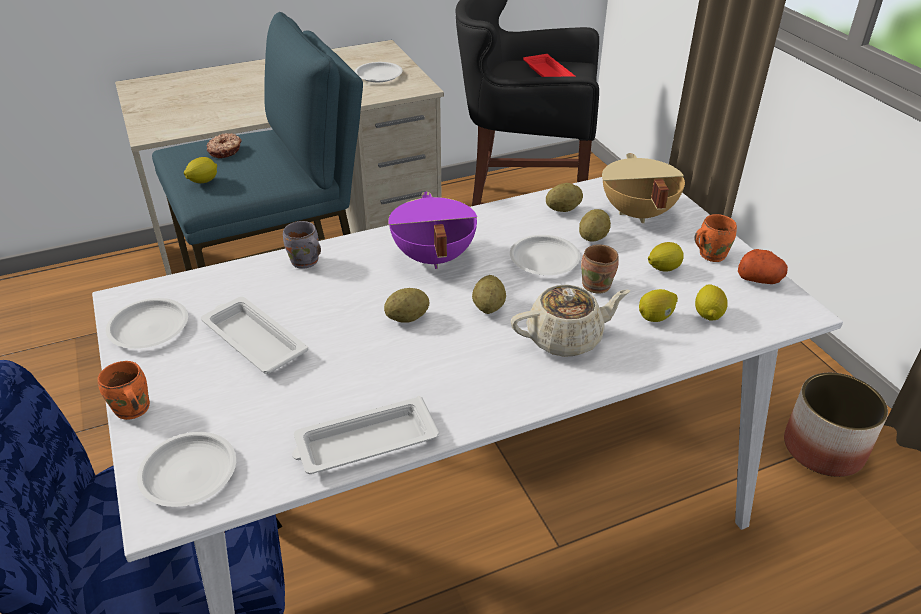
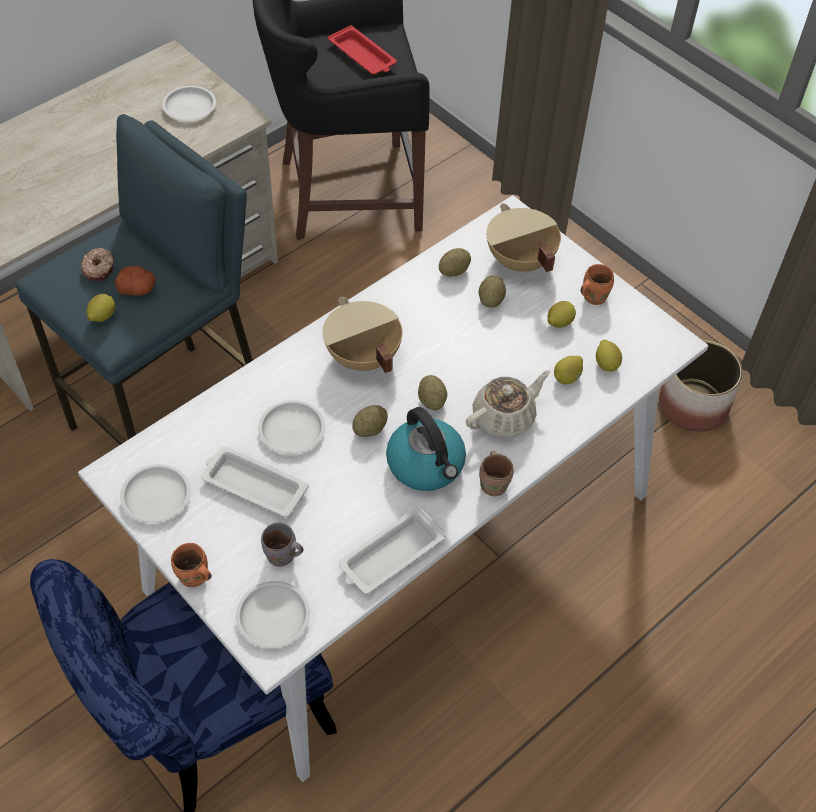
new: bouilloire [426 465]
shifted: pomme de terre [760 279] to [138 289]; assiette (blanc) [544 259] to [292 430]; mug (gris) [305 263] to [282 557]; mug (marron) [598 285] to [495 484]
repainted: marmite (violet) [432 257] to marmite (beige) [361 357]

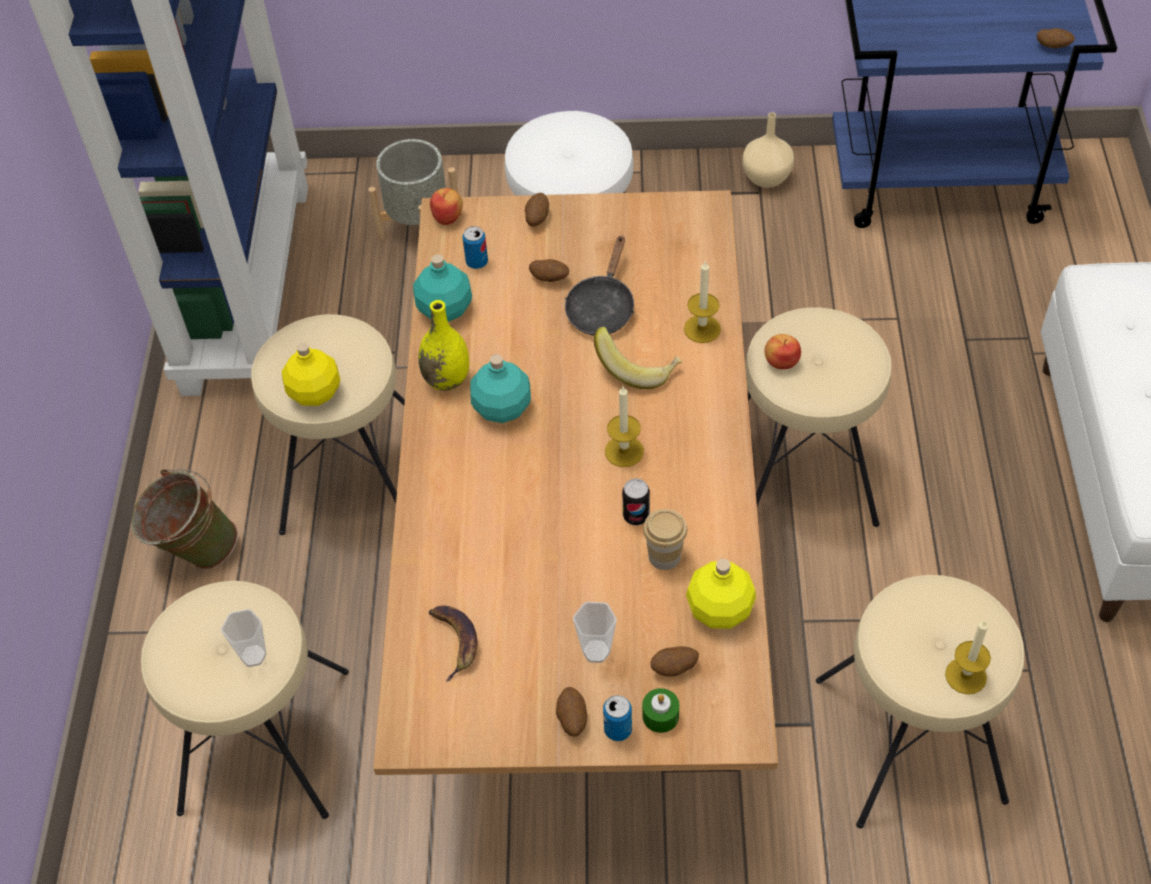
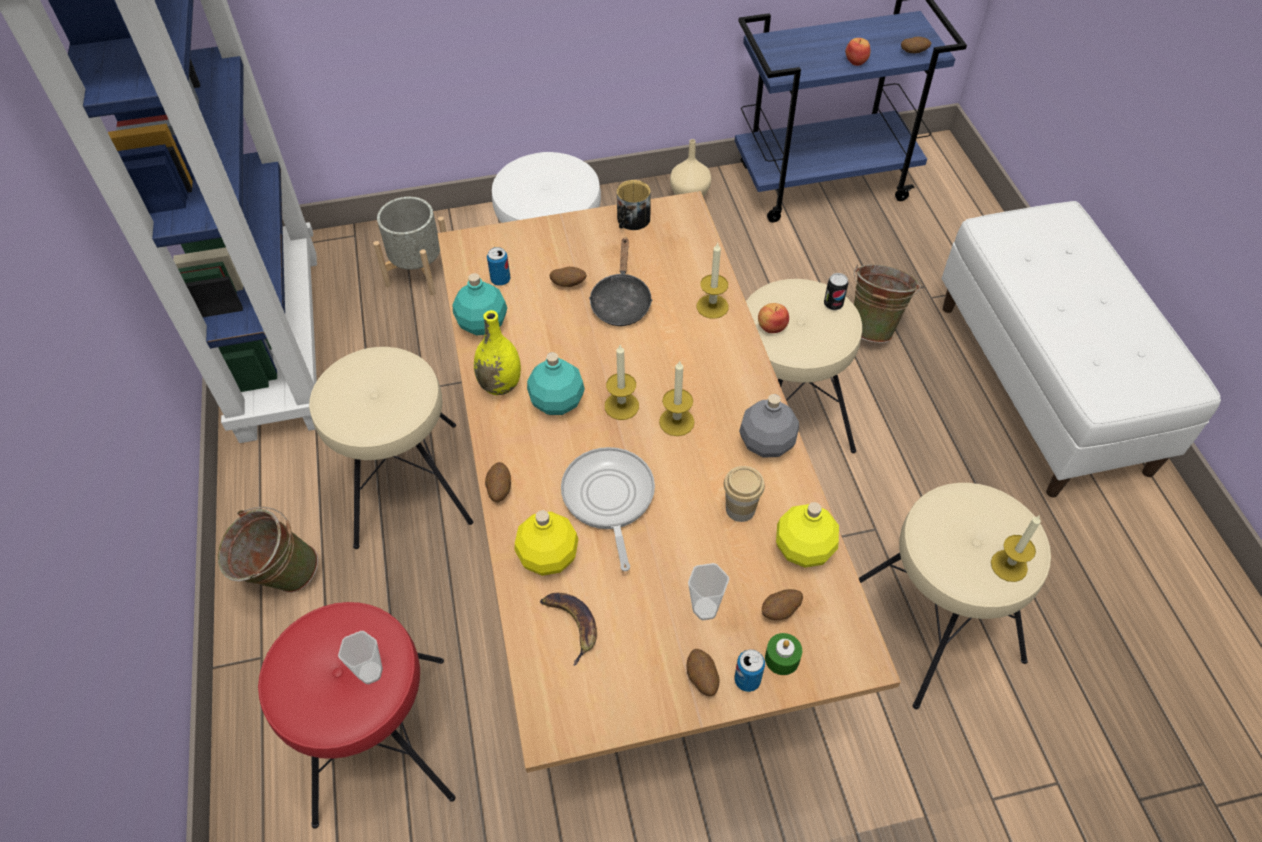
gone: banane [637 368]
new: poêle [608 499]; bougie [621 406]; mug [631 221]; bouteille (gris) [765 443]; seau (vert) [874 326]
shifted: pomme de terre [537 218] to [499 489]; bouteille (jaune) [315 392] to [549 556]; boîte métallique [636 516] to [833 304]; pomme [448 217] to [856 61]
repainted: tabouret (beige) [262 740] to tabouret (rouge) [378 739]

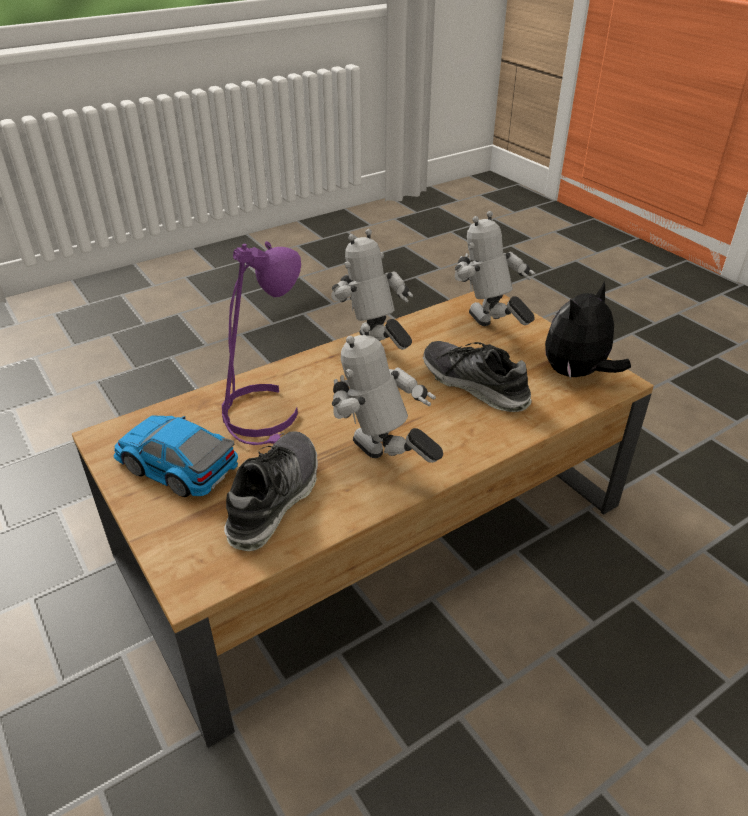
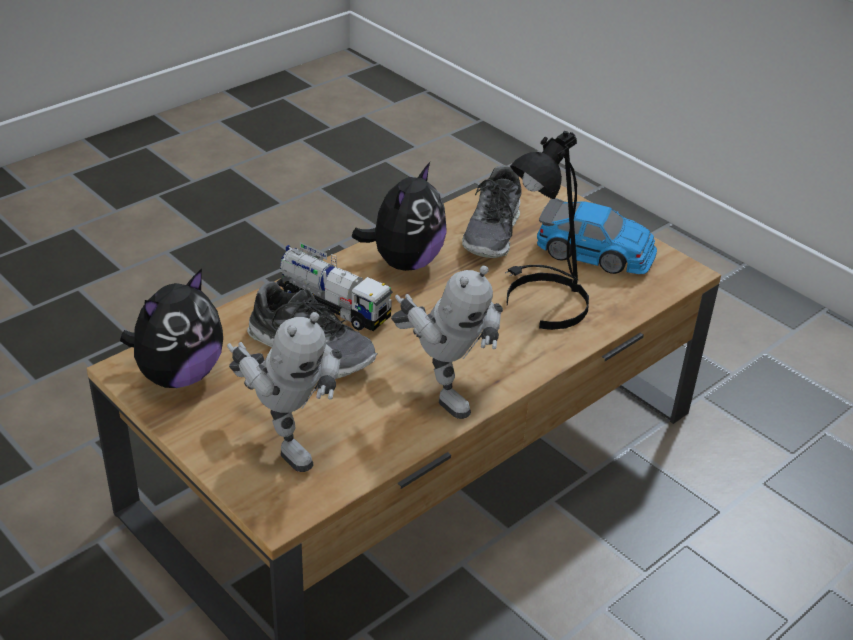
new: camion jouet [333 306]
swapped: robot jouet [382 465] to peluche [404 262]
repainted: lampe de table (violet) [263 415] to lampe de table (noir) [542 301]

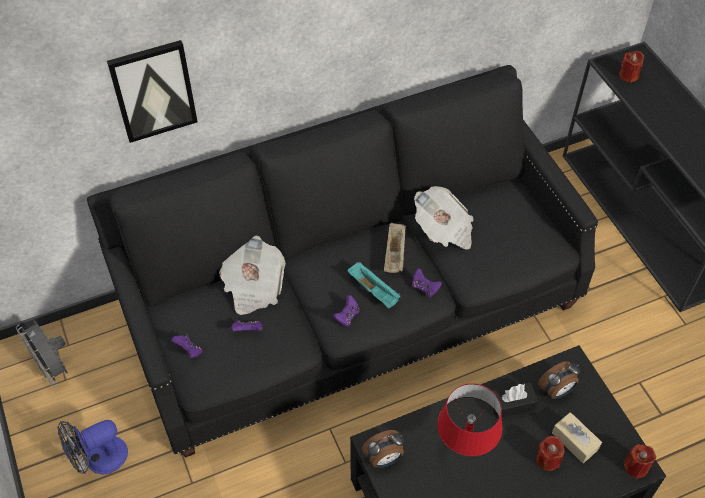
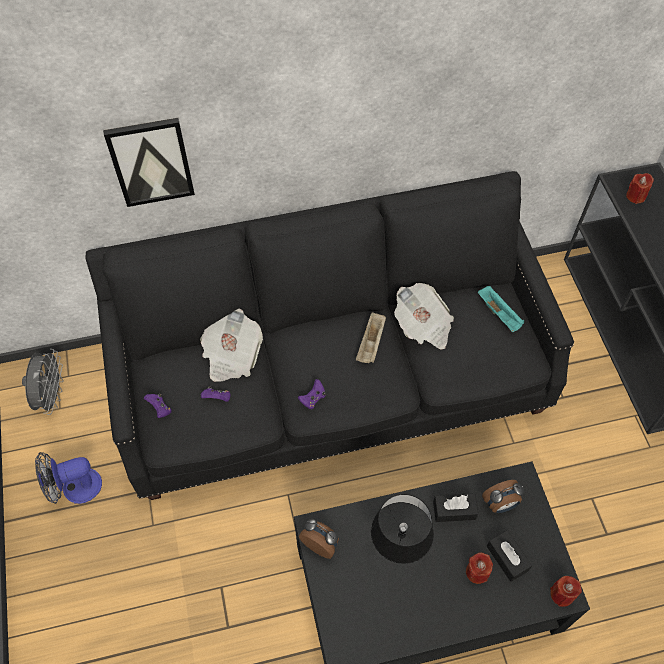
gone: manette (violet) [425 288]
shifted: plateau (turquoise) [374 291] to [499 314]
repainted: lampe de table (rouge) [464 450] to lampe de table (noir) [398 548]; boîte à mouchoirs (beige) [574 441] to boîte à mouchoirs (noir) [507 558]
rotated: ventilateur (gris) [54 368] = [51 396] 150 degrees counterclockwise; réveil [384 459] = [320 544] 135 degrees counterclockwise

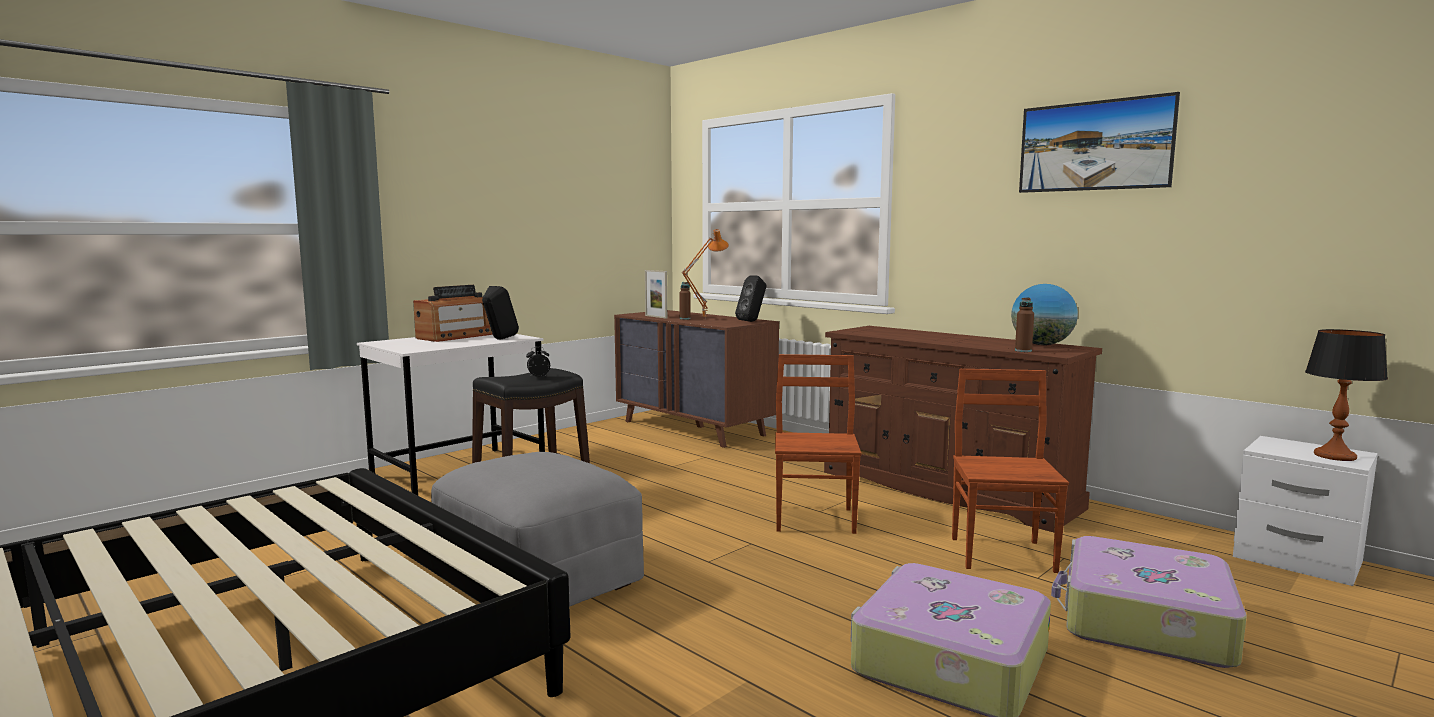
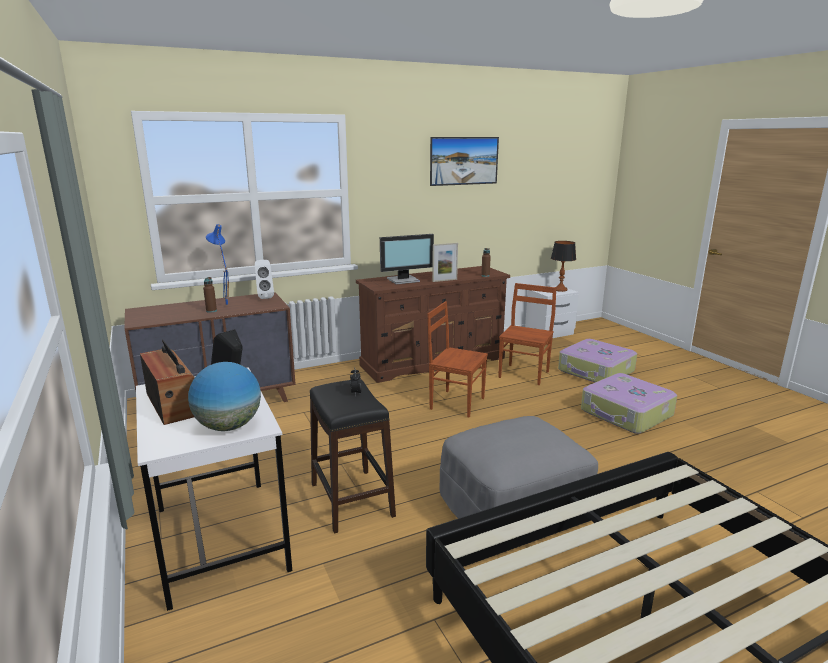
new: écran d'ordinateur [404 280]
shifted: globe [1041 344] to [228 426]; cadre photo [656 317] to [444 280]
repainted: lampe de table (orange) [703 319] to lampe de table (bleu) [225 306]; enceinte (noir) [752 321] to enceinte (blanc) [265 297]
rotated: chaise (marron) [1003 554] = [525 374] 90 degrees clockwise

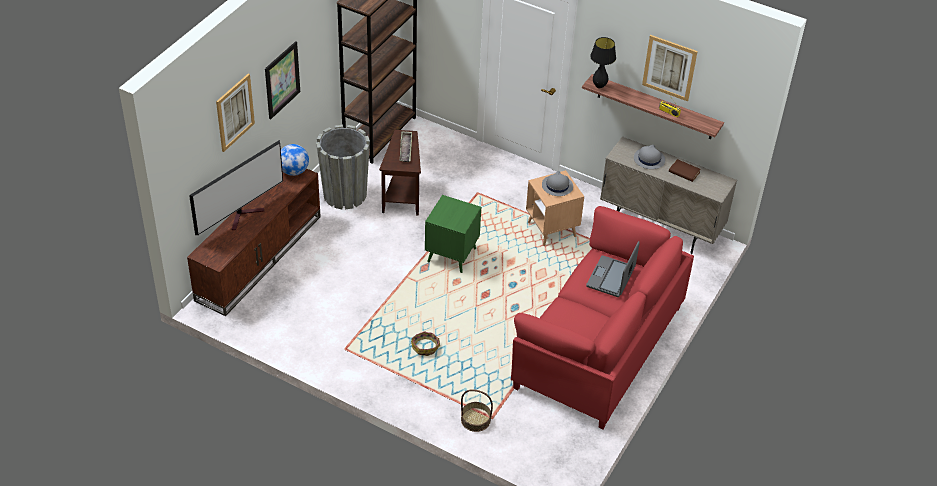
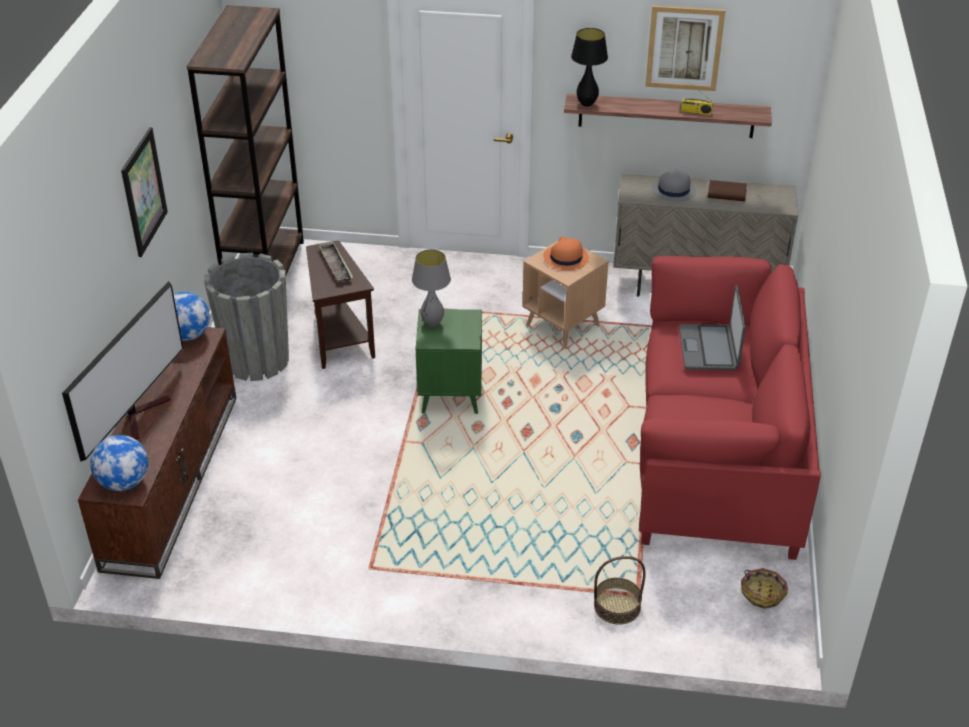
gone: tableau [235 112]
new: globe [124 482]; lampe de table (gris) [432 323]
shifted: panier [425 347] to [762 593]
repainted: chapeau (gris) [557 186] to chapeau (orange) [565 258]

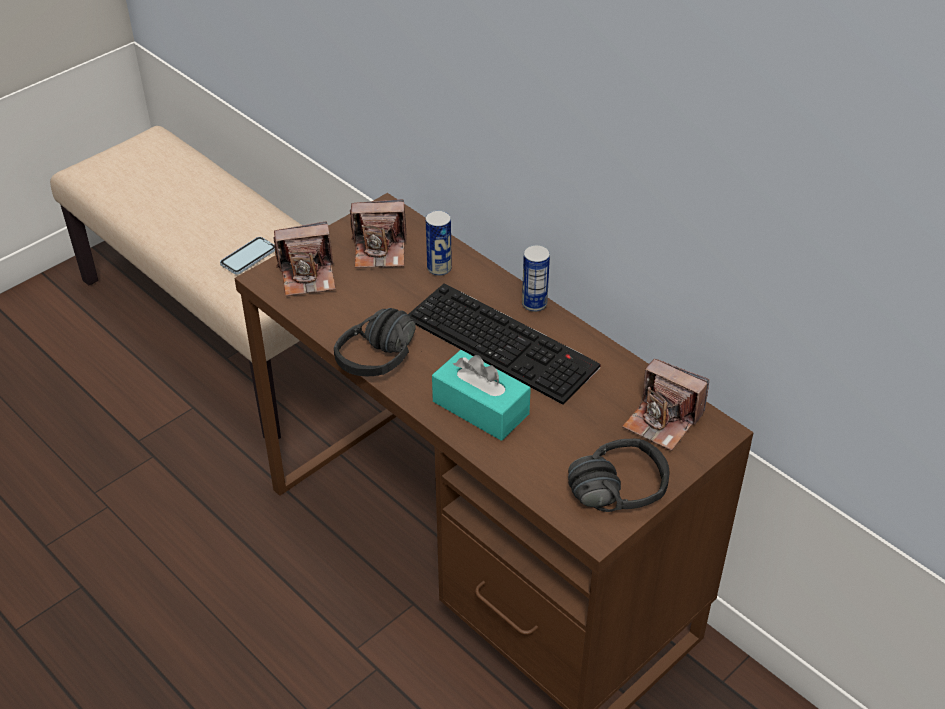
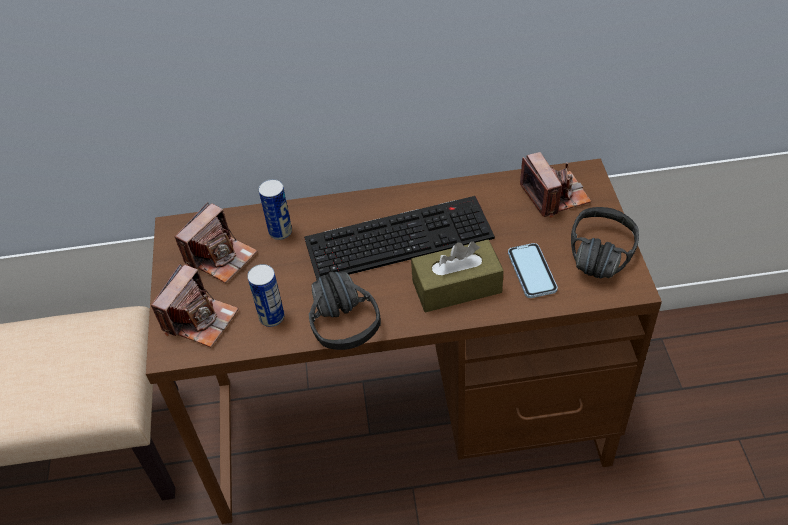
shifted: boîte métallique [534 304] to [272 317]; téléphone [248 257] to [532 272]
repainted: boîte à mouchoirs (turquoise) [480 408] to boîte à mouchoirs (marron) [456 287]
rotated: appareil photo [663 421] = [554 195] 90 degrees counterclockwise

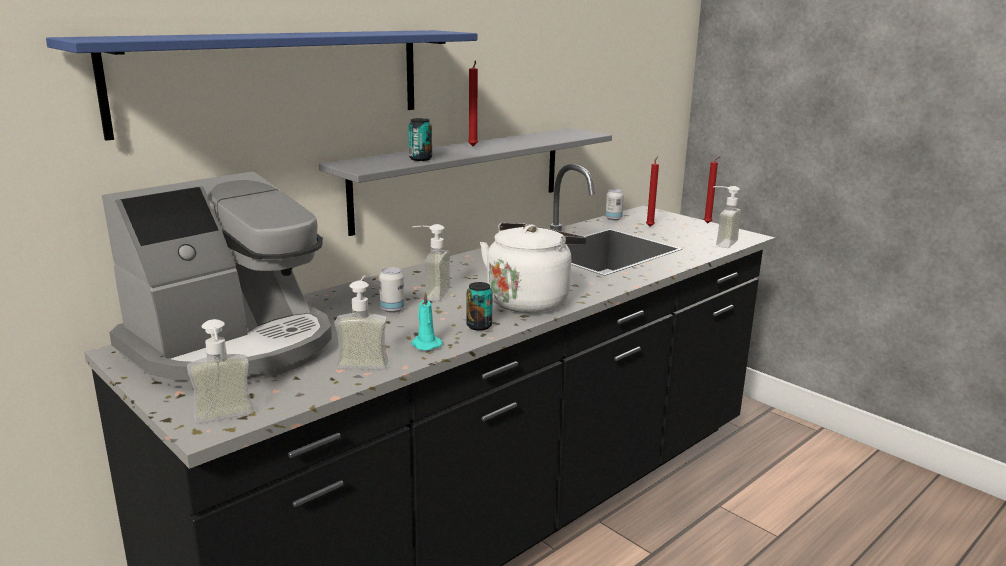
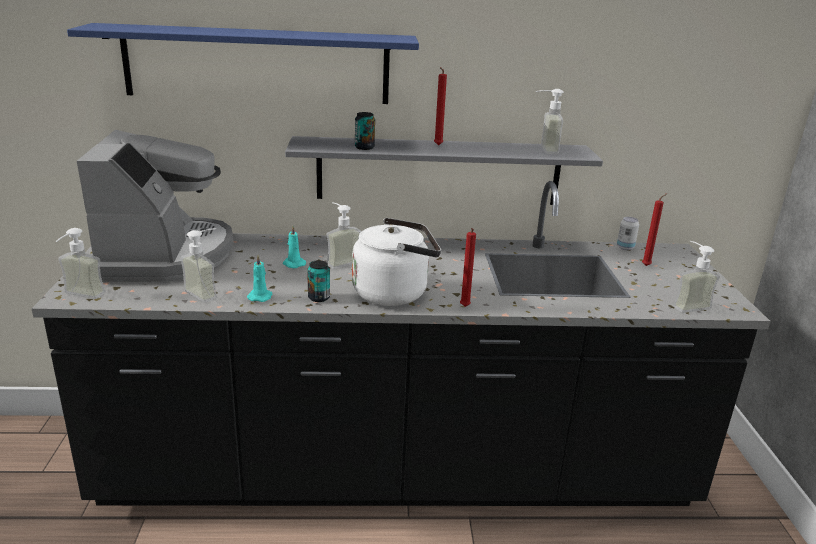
new: distributeur de savon [542 149]
shifted: bougie (rouge) [708 223] to [464 307]
swapped: boîte métallique [392 309] to bougie (turquoise) [293 264]
rotated: machine à café [233 347] = [165 255] 90 degrees counterclockwise

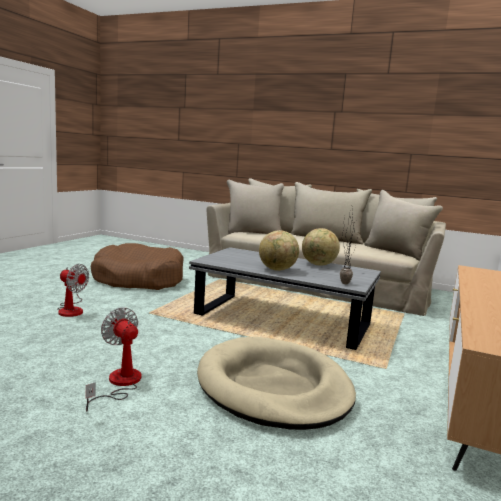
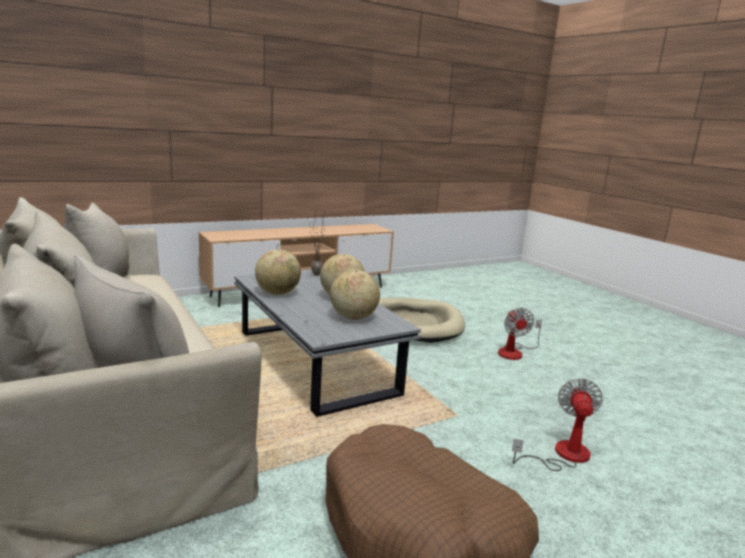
new: globe [353 317]
rotated: ventilateur [71 309] = [562 455] 45 degrees clockwise

